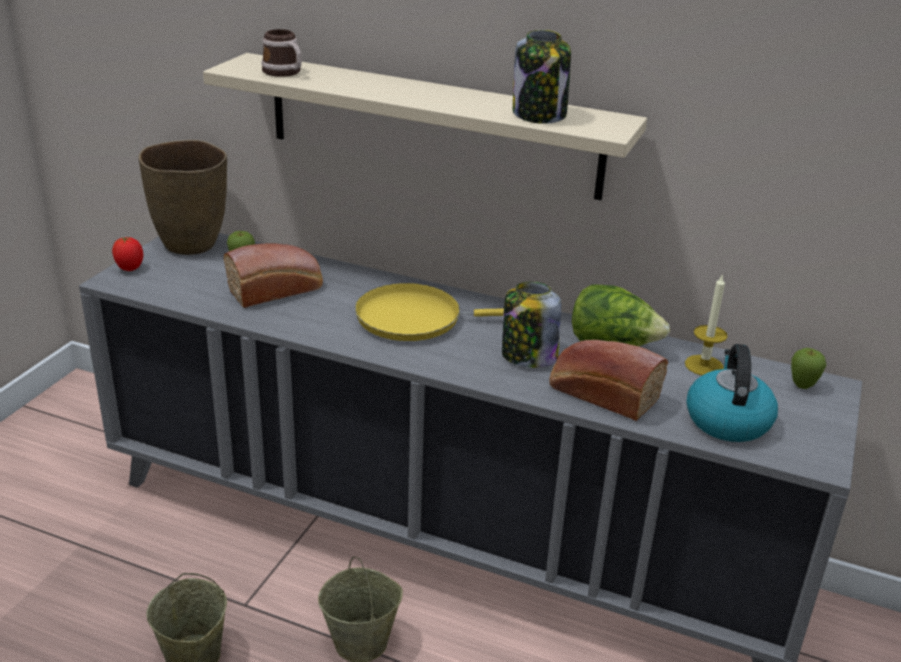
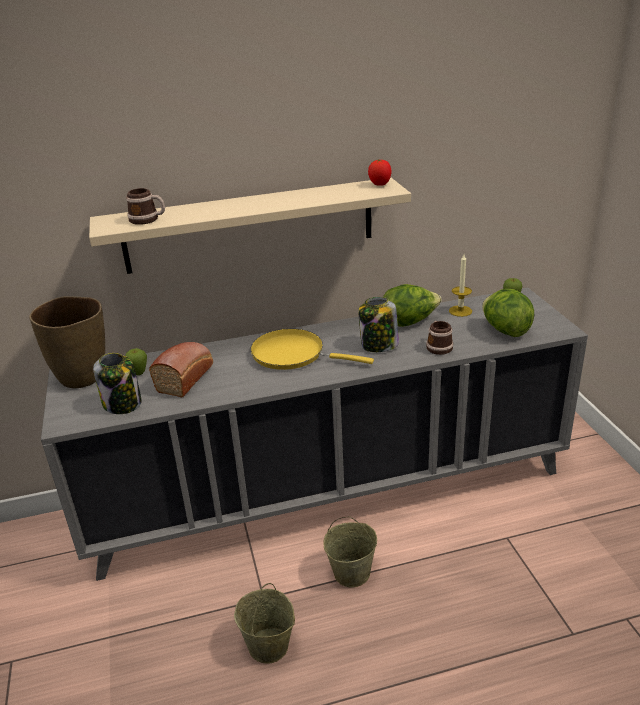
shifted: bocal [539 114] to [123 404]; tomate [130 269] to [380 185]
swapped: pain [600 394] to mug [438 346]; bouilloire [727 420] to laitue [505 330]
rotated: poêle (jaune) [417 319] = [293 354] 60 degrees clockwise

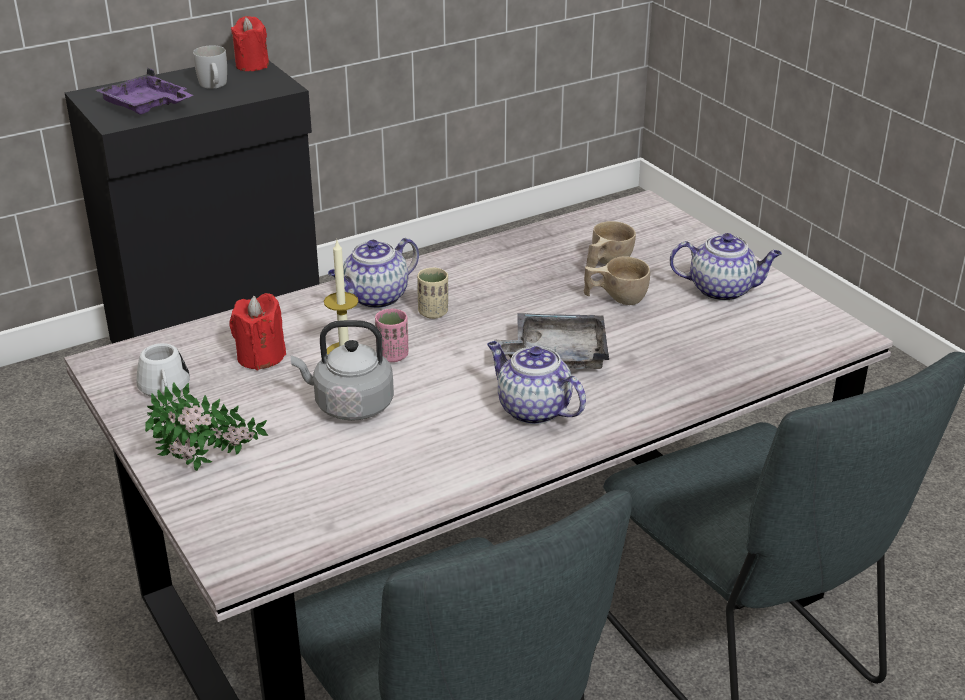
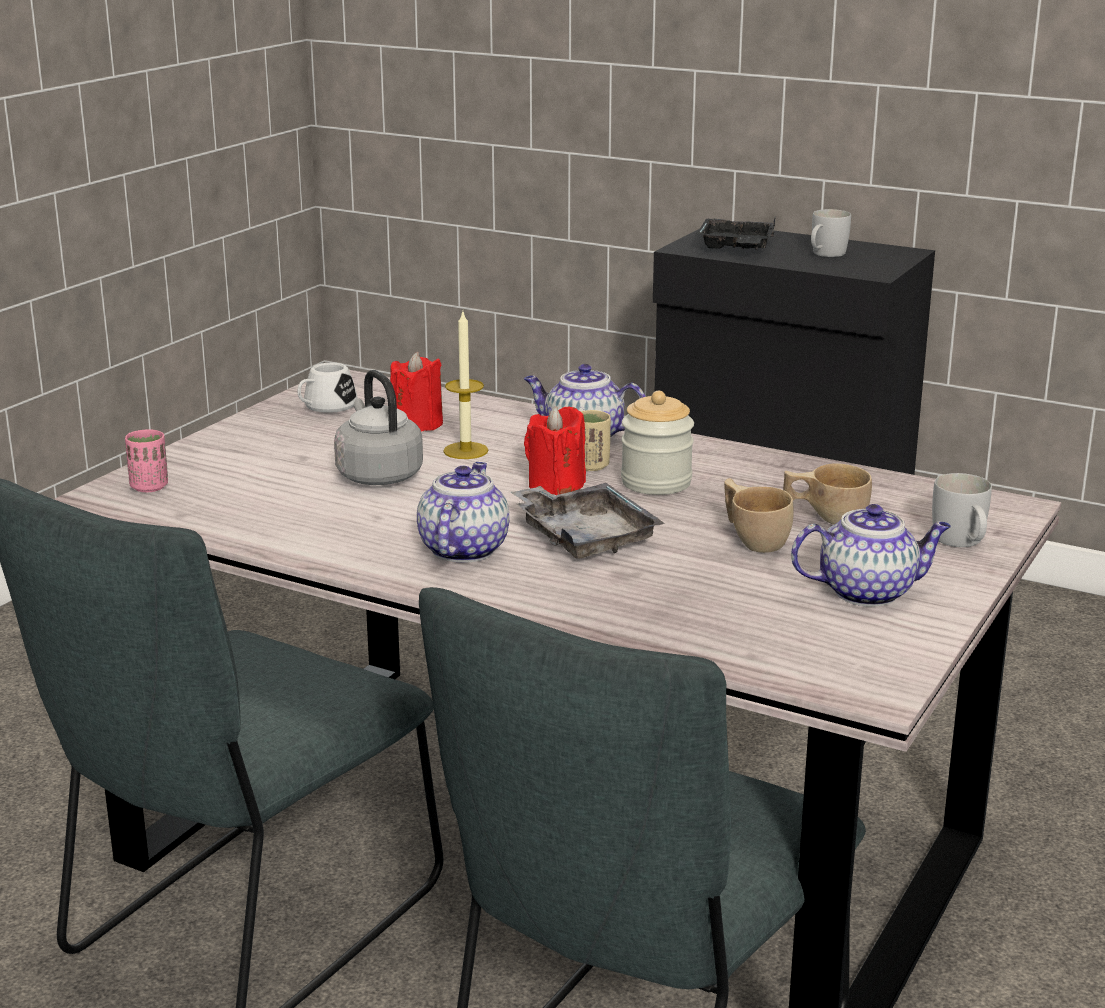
gone: plante en pot [210 466]
new: bocal [656 482]; mug (blanc) [962 542]
shifted: tasse (rose) [392 355] to [149 487]; bougie (rouge) [252 65] to [556 485]
repainted: plateau (violet) [146 106] to plateau (noir) [736 248]
rotated: théière [722 290] = [868 592] 75 degrees counterclockwise

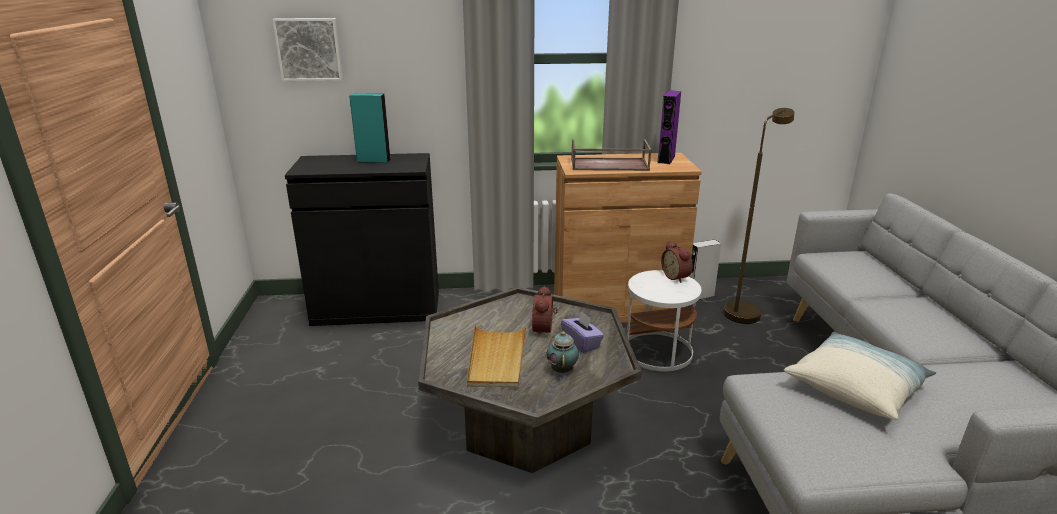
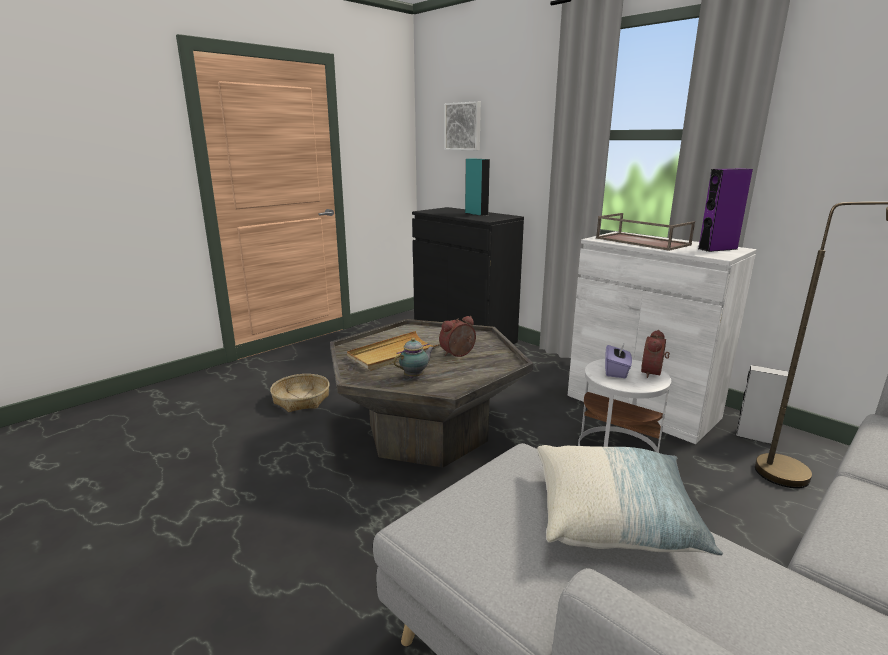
new: panier [301 399]
shifted: boîte à mouchoirs (violet) [581 343] to [616 371]
repainted: meuble de rangement (marron) [616 307] to meuble de rangement (blanc) [641 406]

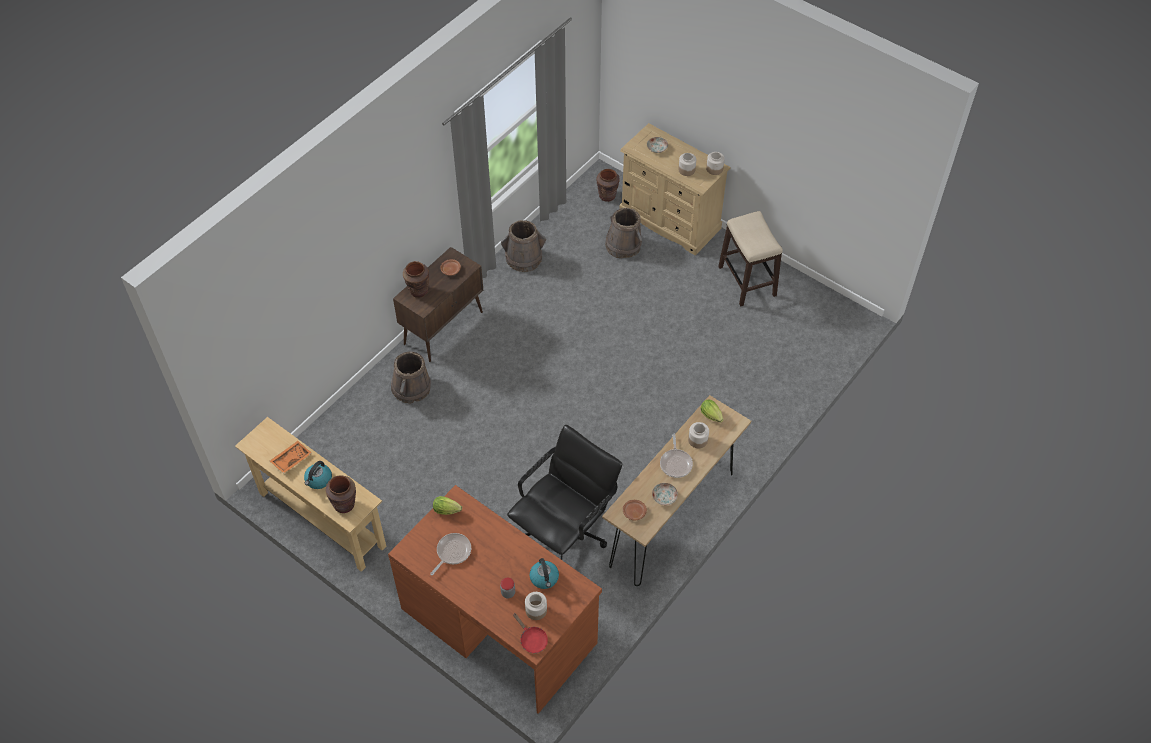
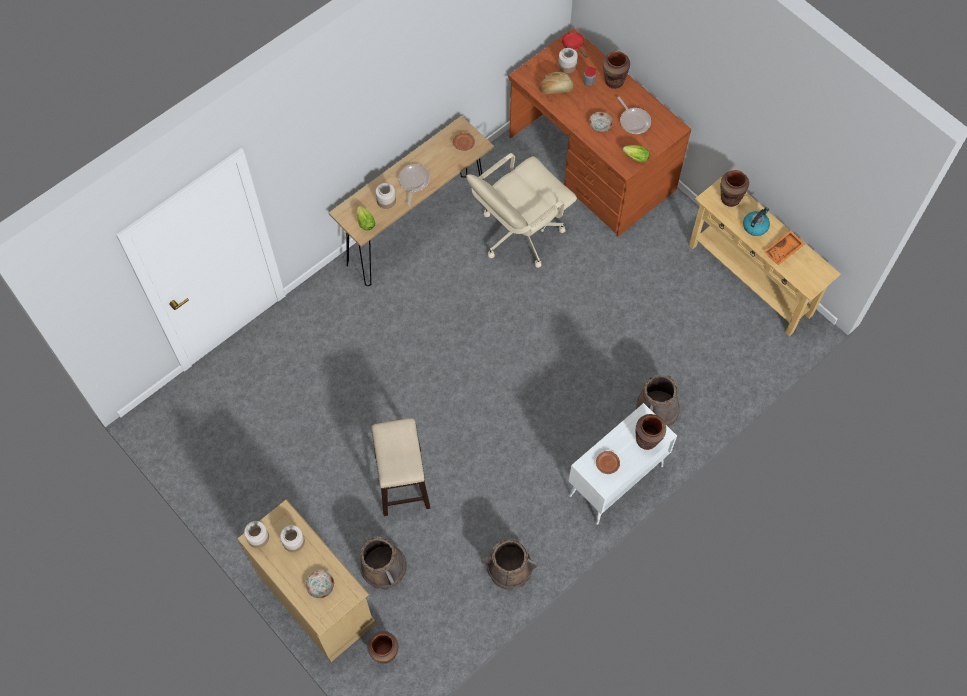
new: vase (marron) [614 81]
shifted: tabouret [747 281] to [402 481]; assiette [664 497] to [600 125]
swapped: bouilloire [544 578] to pain [556 89]
repainted: chaise de bureau (noir) [565 532] to chaise de bureau (beige) [519 233]; meuble de rangement (marron) [444 327] to meuble de rangement (blanc) [615 481]
rotated: poêle [452 552] = [634 121] 75 degrees counterclockwise

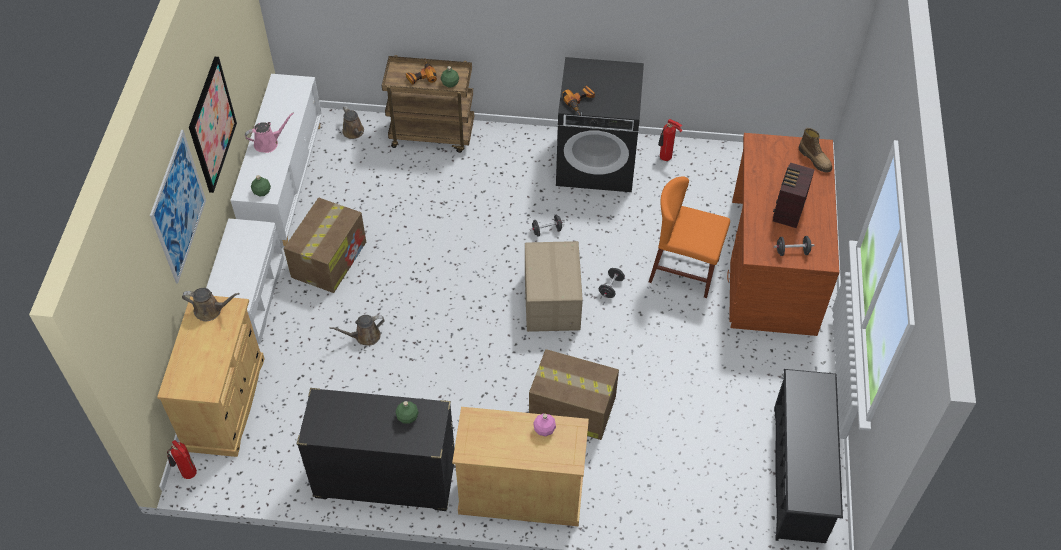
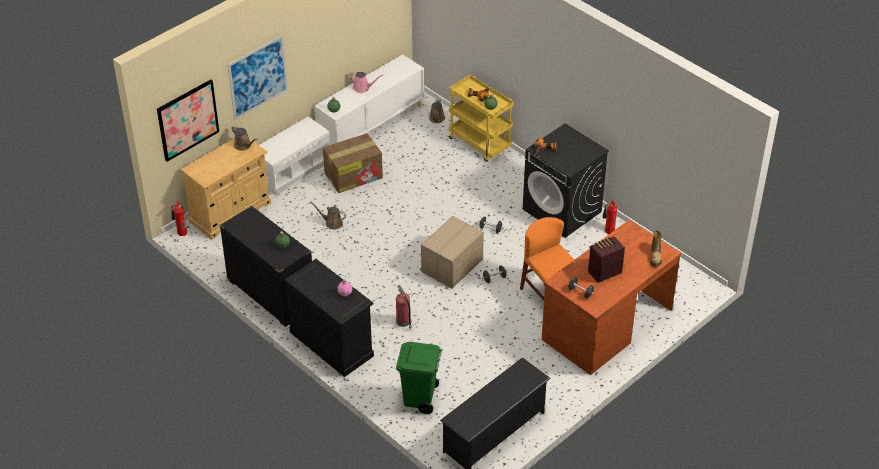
new: poubelle (vert) [420 399]
shifted: tableau [211 125] to [187 120]
swapped: carton [571 407] to extincteur [403 322]
repainted: meuble de rangement (beige) [521 493] to meuble de rangement (noir) [331 344]; chariot (marron) [433 134] to chariot (jaune) [480 144]

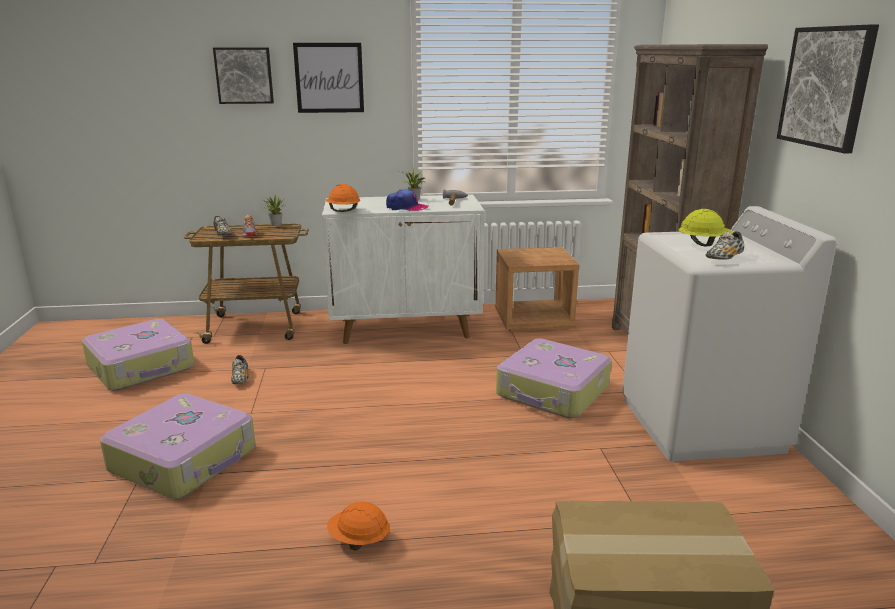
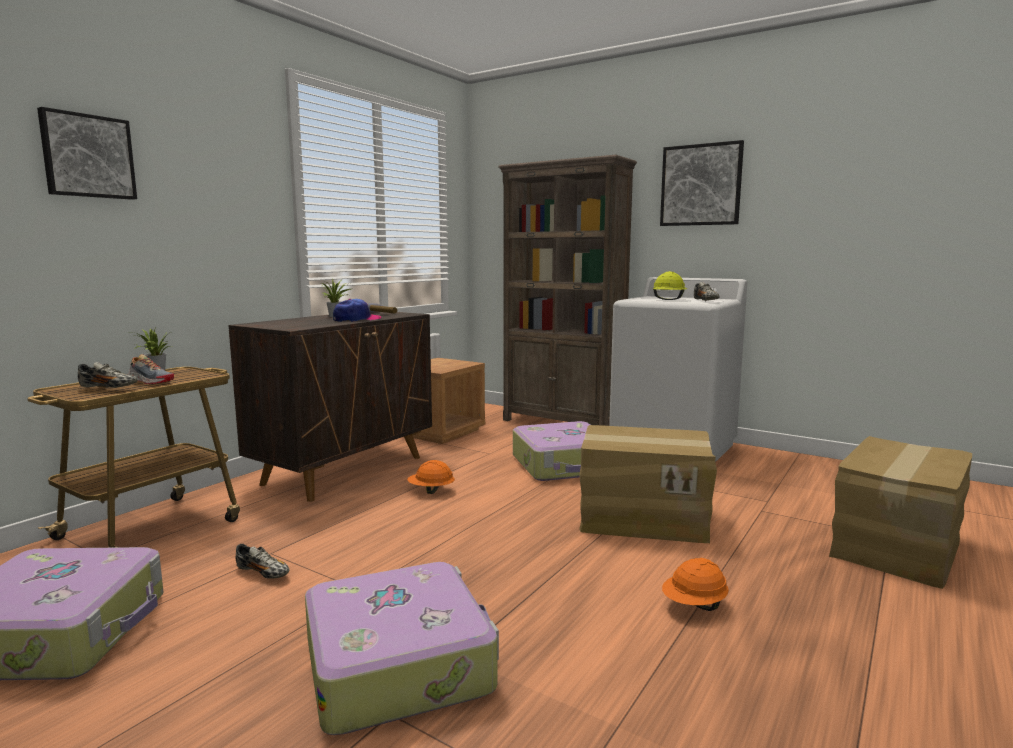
gone: tableau [329 78]
new: carton [643 518]
shifted: casque de chantier (orange) [343 211] to [431 491]
repainted: meuble de rangement (blanc) [406 328] to meuble de rangement (marron) [345 470]

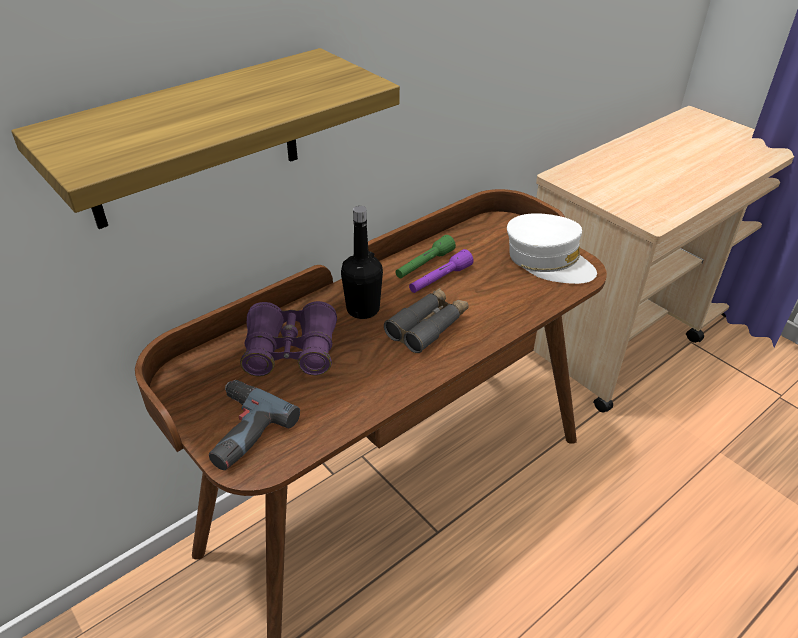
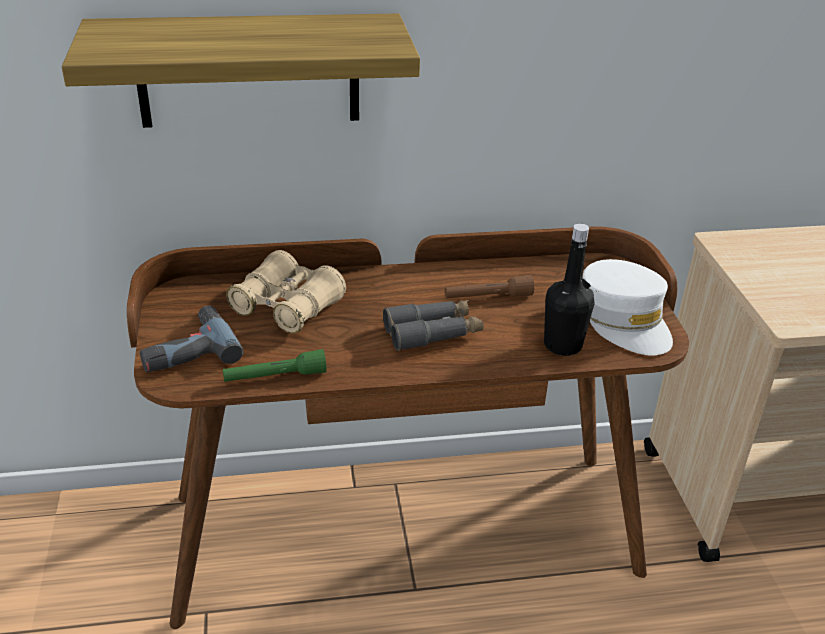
shifted: lampe de poche (vert) [424 265] to [275 377]; bouteille (noir) [363 309] to [562 345]
repainted: jumelles (violet) [291 352] to jumelles (beige) [287 307]; lampe de poche (violet) [440 279] to lampe de poche (marron) [487 297]

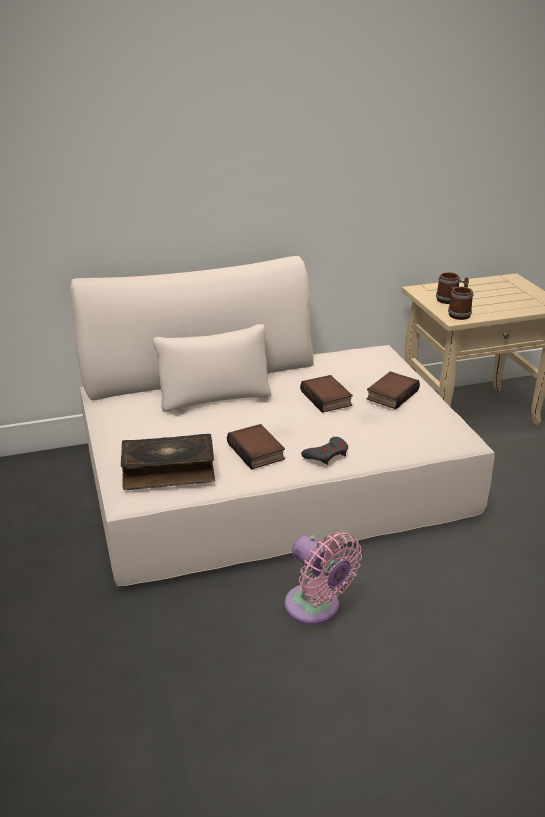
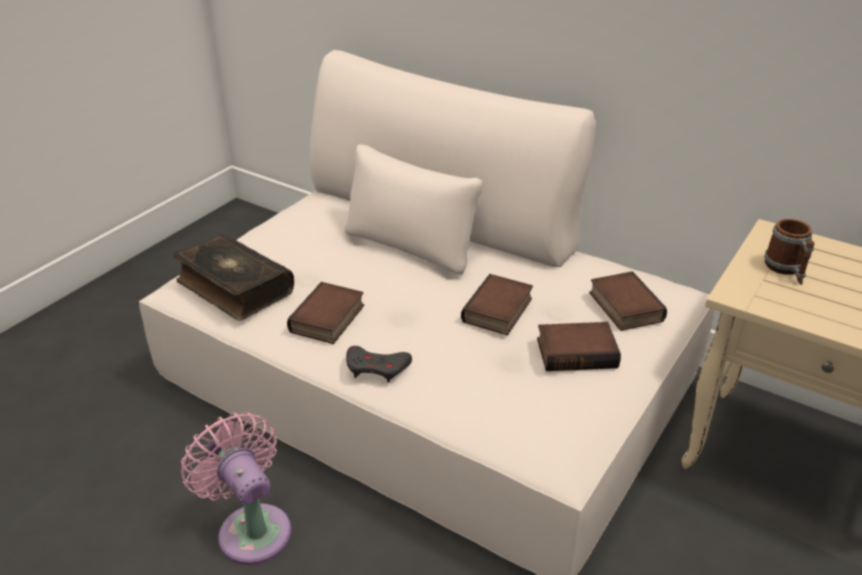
gone: mug [457 314]
new: livre [623 306]
rotated: ventilateur (rose) [316 608] = [251 528] 135 degrees clockwise

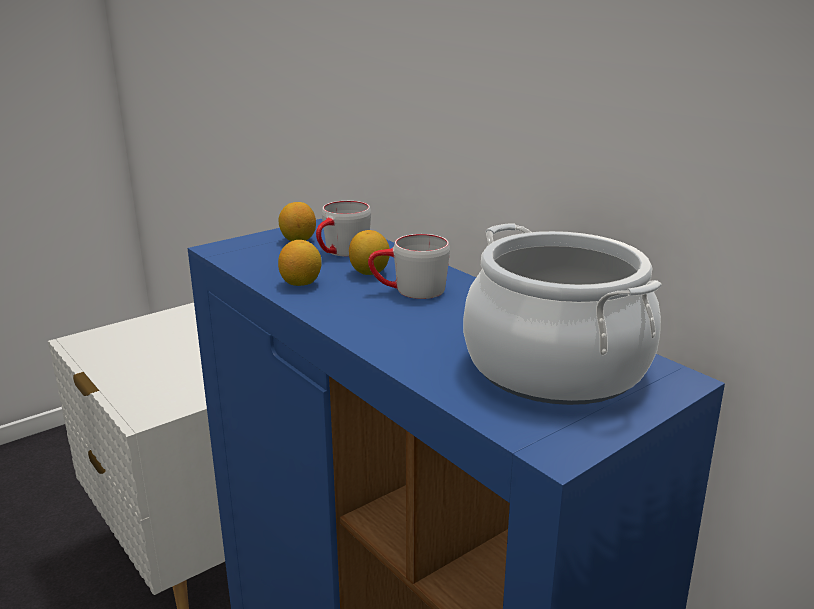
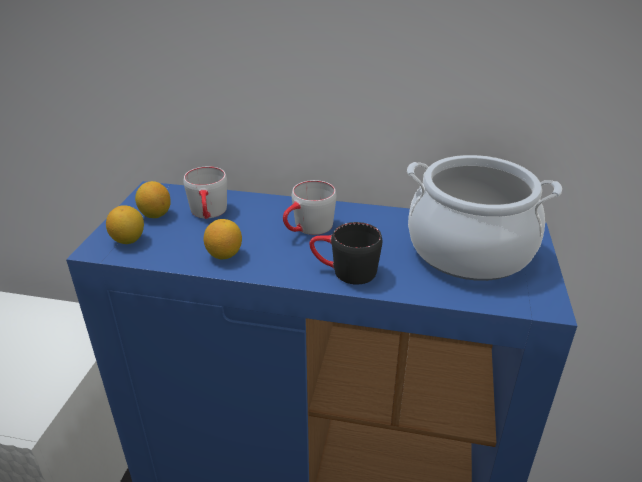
new: mug (noir) [344 271]
shifted: citron [369 272] to [128 240]

